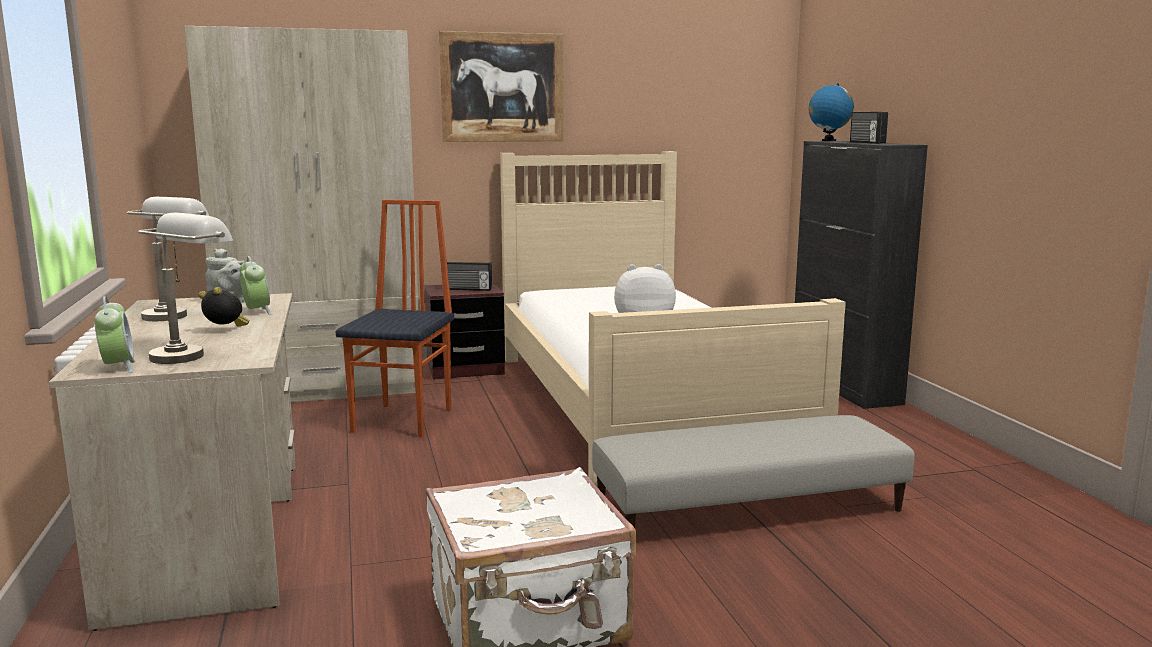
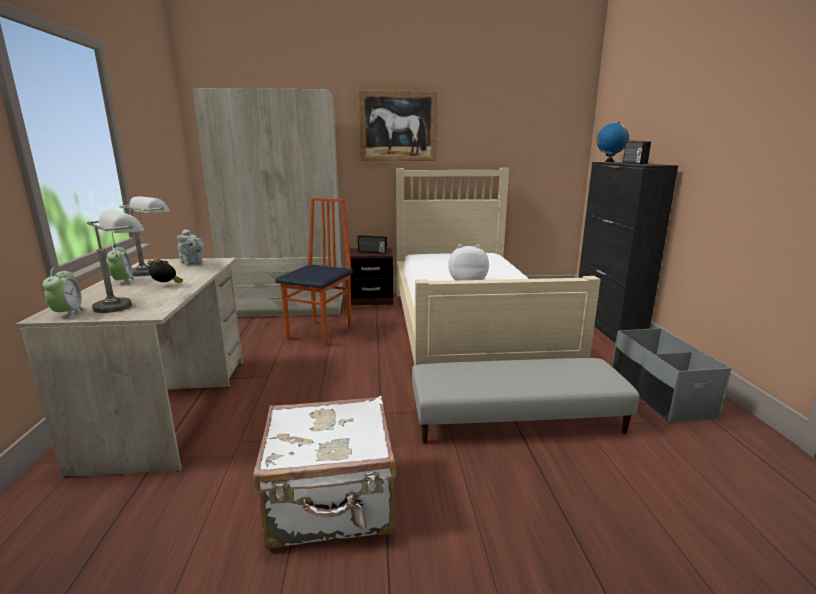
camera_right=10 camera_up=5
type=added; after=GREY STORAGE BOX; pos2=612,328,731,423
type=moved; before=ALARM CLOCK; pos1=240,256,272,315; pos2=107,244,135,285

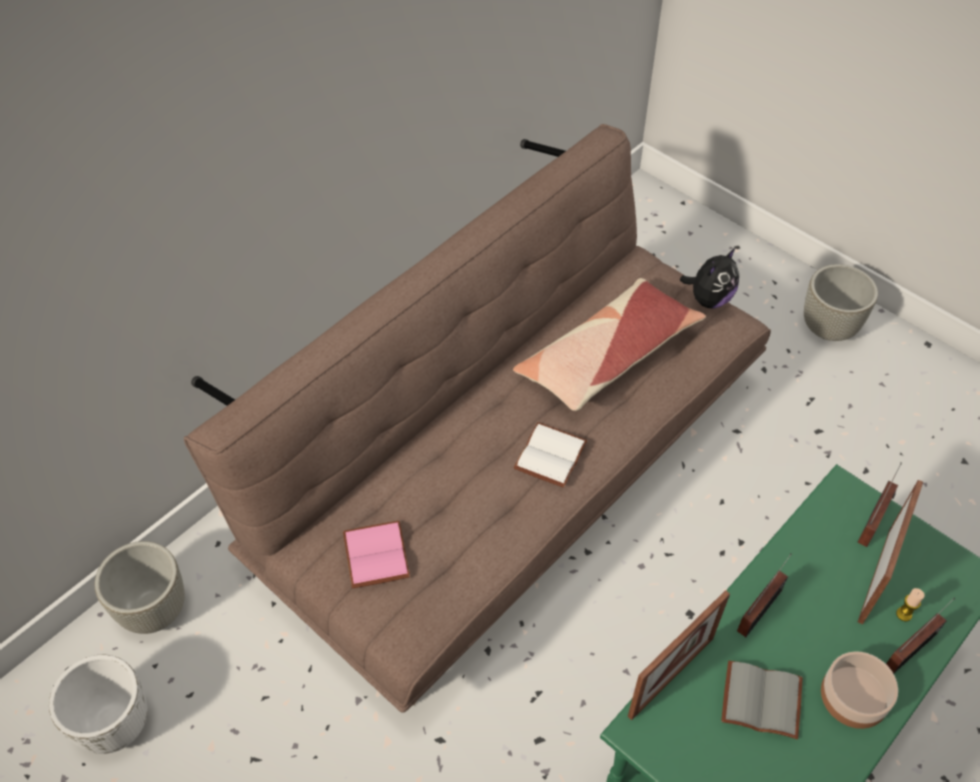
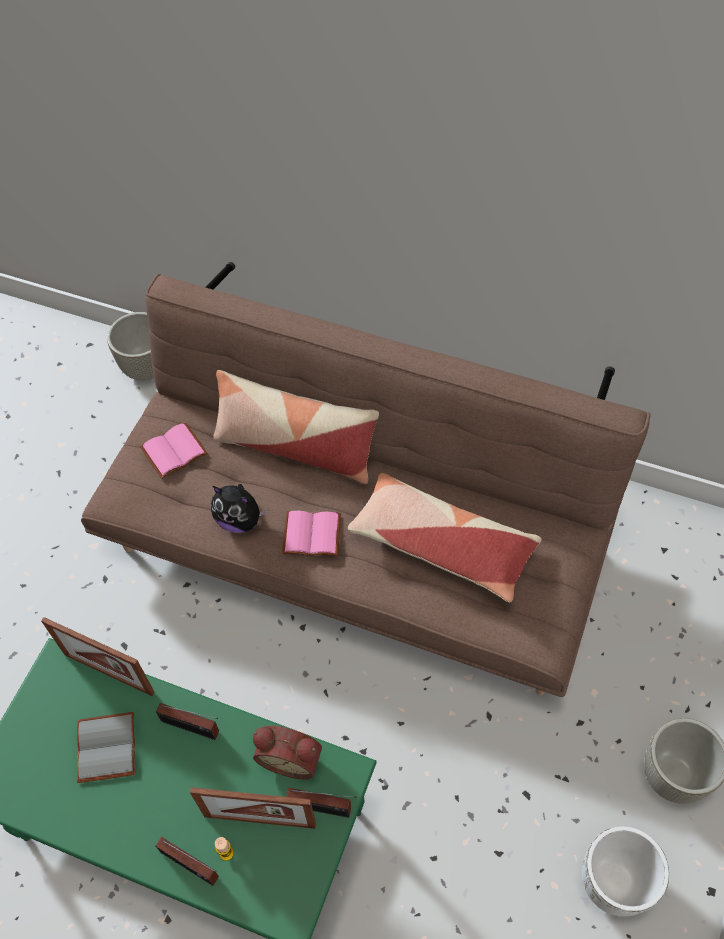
camera_right=70 camera_up=5
type=removed; before=BOWL; pos1=821,651,898,729
type=added; after=PILLOW; pos2=214,370,379,484
type=added; after=ALARM CLOCK; pos2=253,725,322,779
type=moved; before=WHITE PLANTER; pos1=49,655,147,754; pos2=582,826,669,917
type=moved; before=PLUSH TOY; pos1=680,248,739,309; pos2=211,484,268,533
type=recoloured; before=WHITE BOOK; after=PINK BOOK; pos1=514,422,587,488; pos2=282,511,341,556

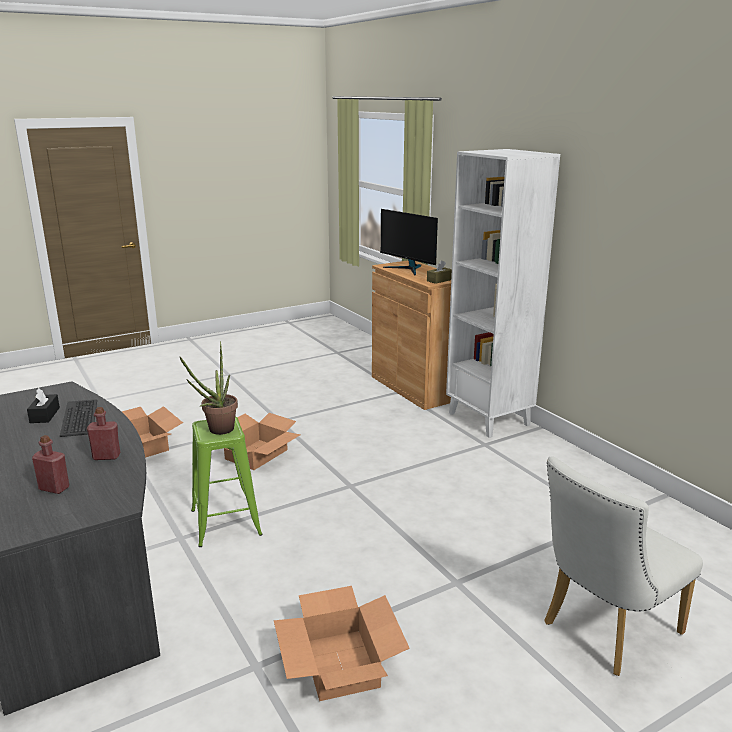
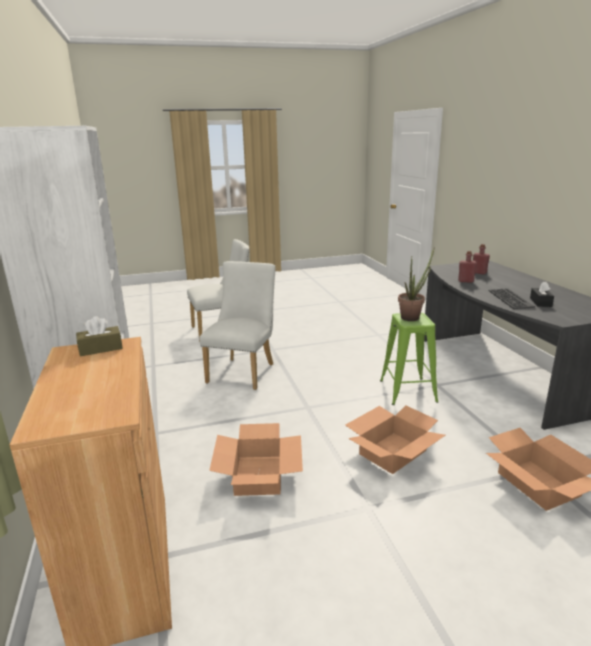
camera_right=-165 camera_up=0
type=removed; before=MONITOR; pos1=380,209,438,276
type=added; after=WHITE CHAIR; pos2=199,261,276,390
type=moved; before=CARDBOARD BOX; pos1=274,586,410,701; pos2=209,423,303,496

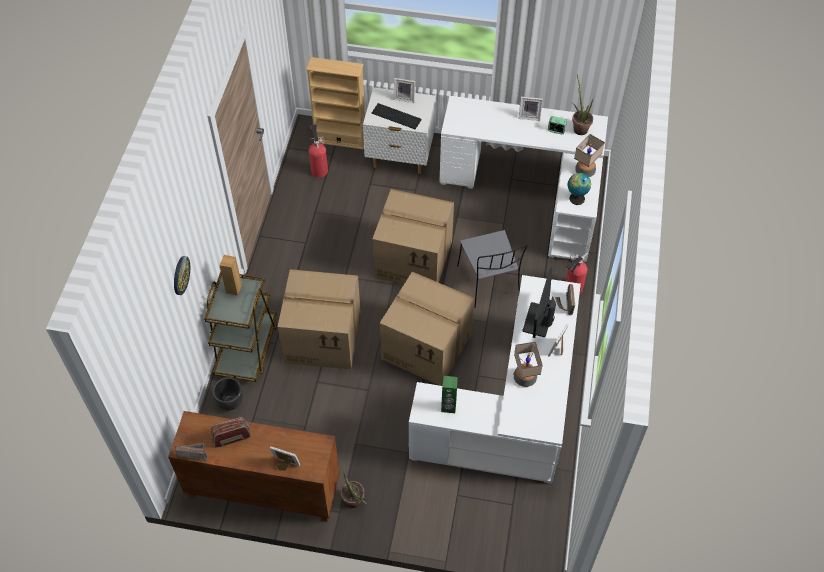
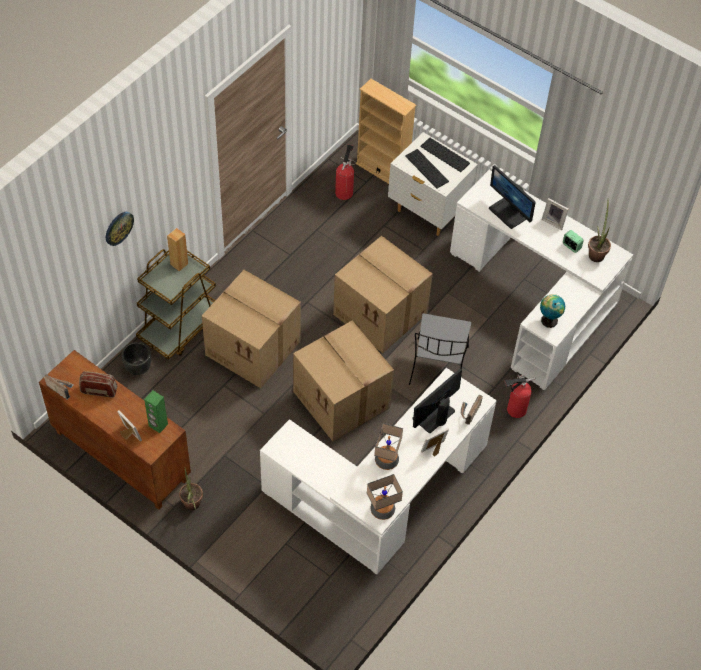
camera_right=25 camera_up=0
type=added; after=MONITOR; pos2=489,165,536,229
type=moved; before=GREEN SPEAKER; pos1=441,376,458,413; pos2=144,390,168,433
type=moved; before=TABLE LAMP; pos1=574,134,605,177; pos2=367,474,403,520
type=replaced; before=PICTURE FRAME; after=KEYBOARD; pos1=394,78,415,103; pos2=420,137,470,172

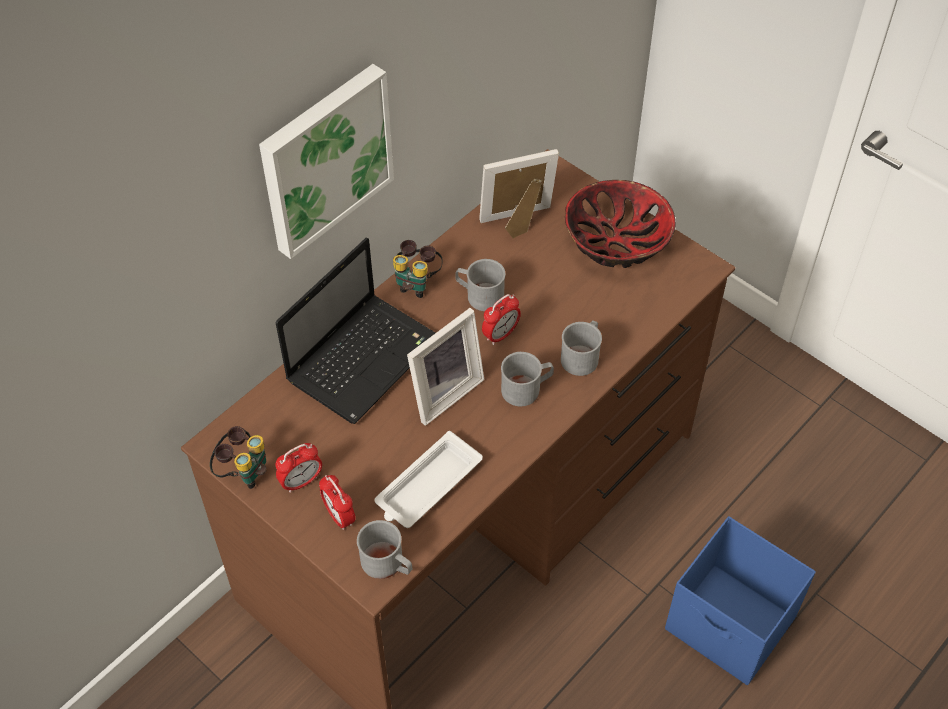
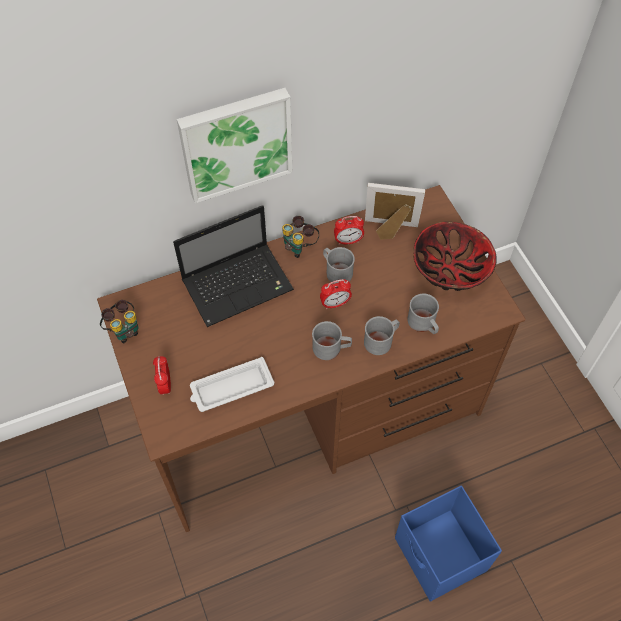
camera_right=25 camera_up=5
type=removed; before=PICTURE FRAME; pos1=407,308,484,426
type=moved; before=ALARM CLOCK; pos1=275,443,322,493; pos2=334,216,364,245
type=moved; before=GREY MUG; pos1=357,520,412,579; pos2=408,294,439,334

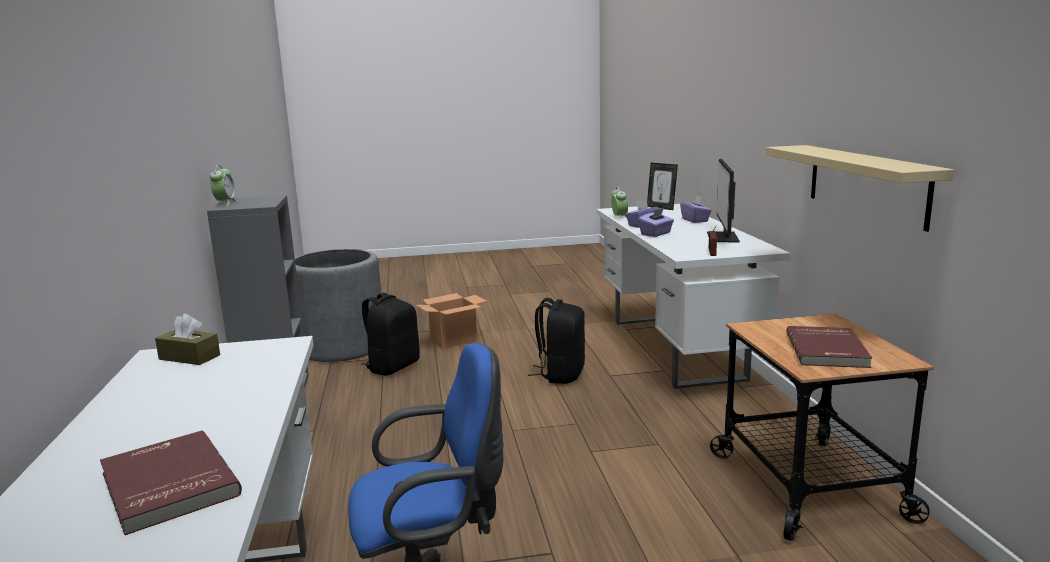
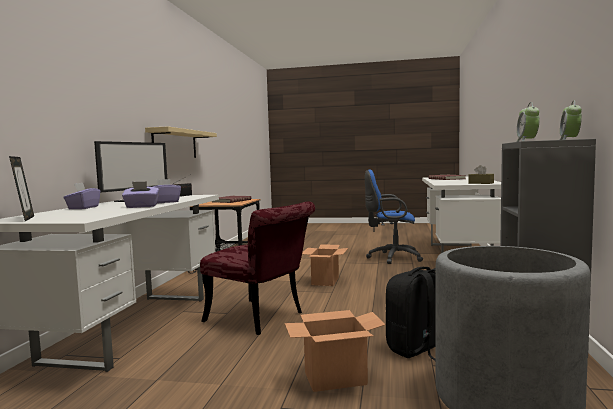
camera_right=-160 camera_up=-10
type=added; after=CARDBOARD BOX; pos2=302,244,348,286
type=moved; before=ALARM CLOCK; pos1=611,186,628,219; pos2=516,102,540,142
type=replaced; before=BLACK BACKPACK; after=RED CHAIR; pos1=528,298,585,384; pos2=200,201,315,335

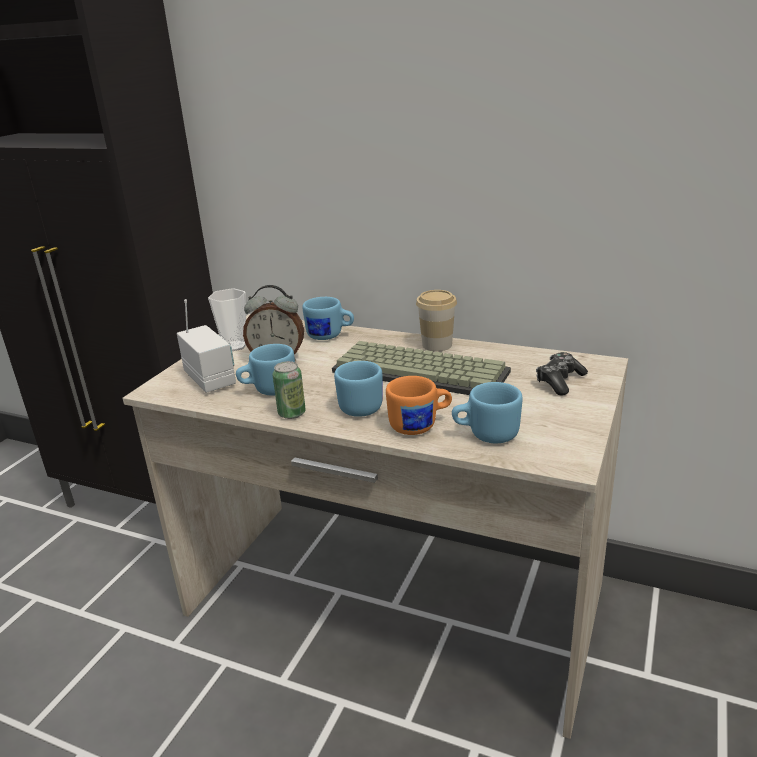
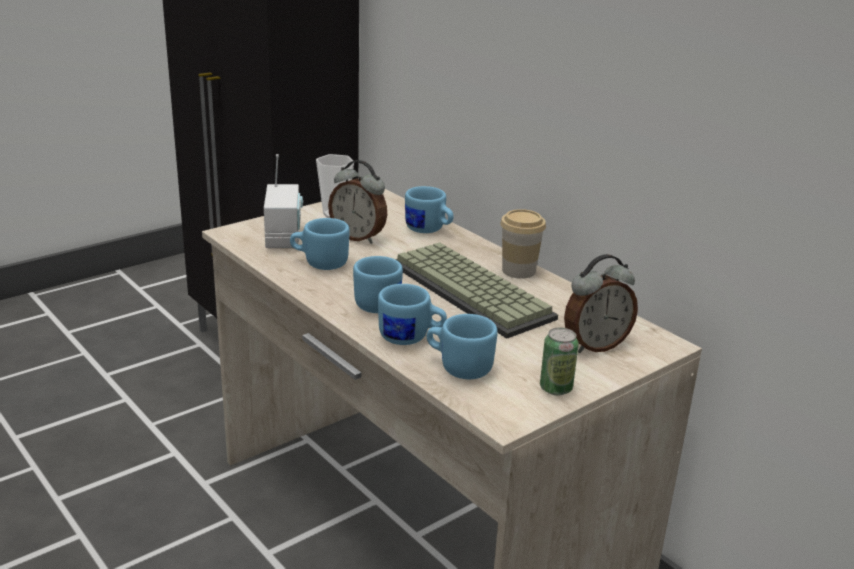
camera_right=25 camera_up=0
type=moved; before=CAN; pos1=273,361,306,419; pos2=540,327,579,395
type=replaced; before=GAME CONTROLLER; after=ALARM CLOCK; pos1=536,352,588,395; pos2=564,254,638,353
type=recoloured; before=ORANGE MUG; after=BLUE MUG; pos1=386,376,452,435; pos2=378,284,447,345

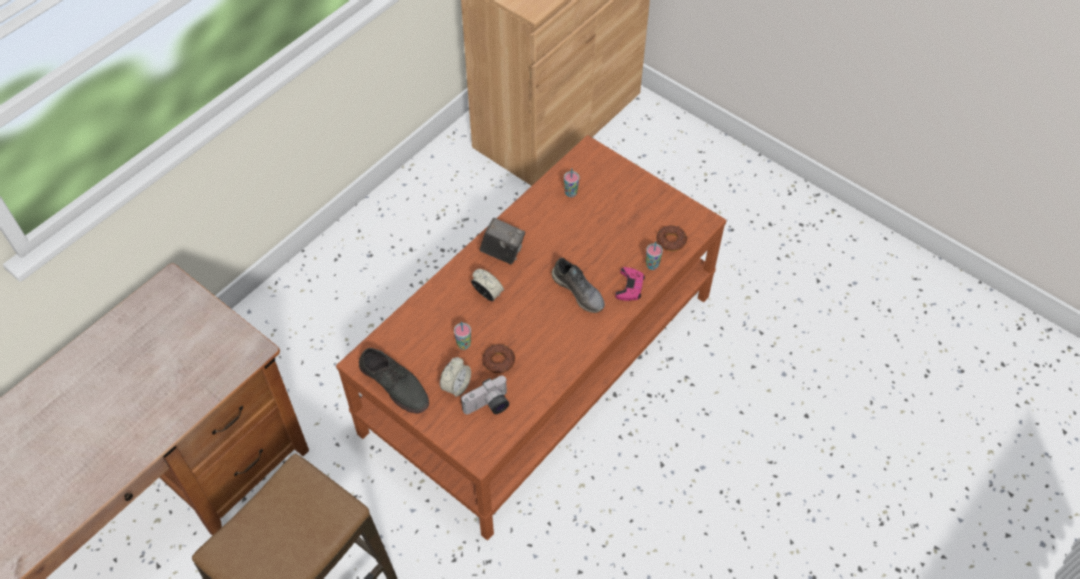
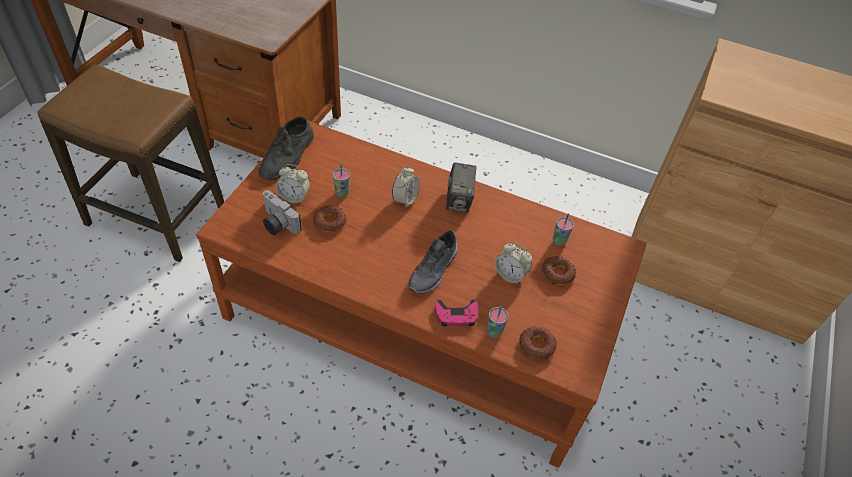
camera_right=70 camera_up=-5
type=added; after=ALARM CLOCK; pos2=495,242,532,285
type=added; after=DONUT; pos2=542,256,576,285

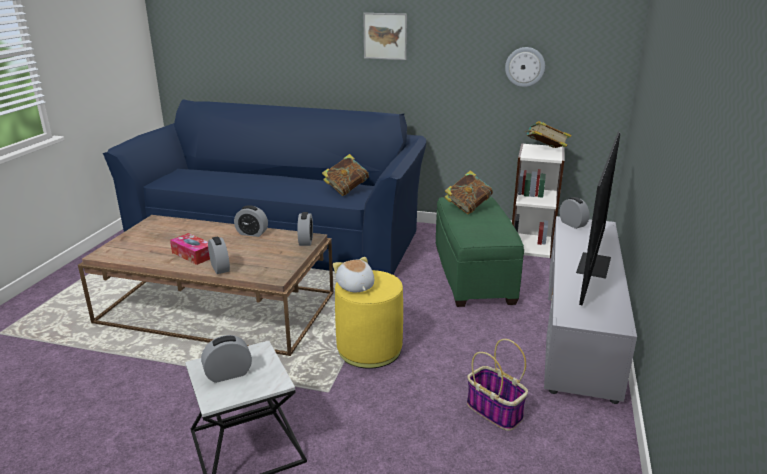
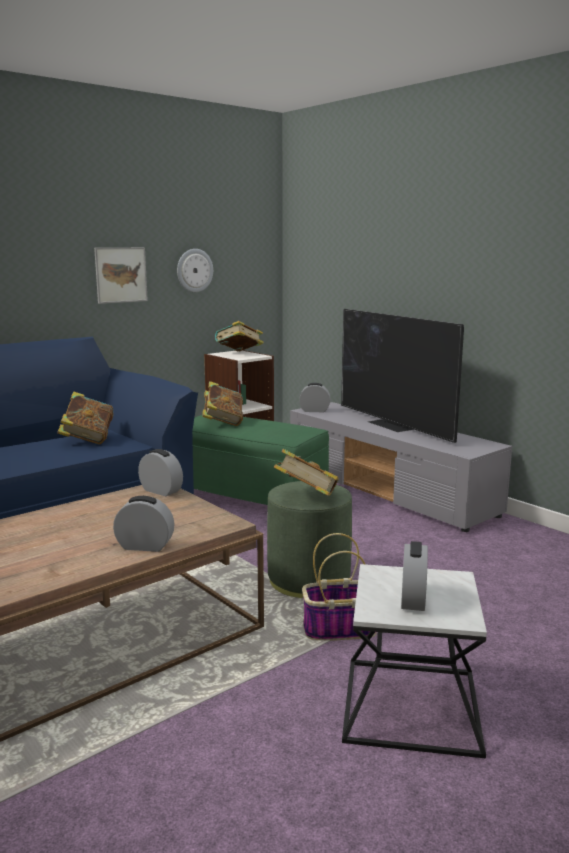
camera_right=-55 camera_up=-10
type=removed; before=TISSUE BOX; pos1=170,233,210,265
type=removed; before=ALARM CLOCK; pos1=234,205,268,237
type=moved; before=PICTURE; pos1=363,13,407,60; pos2=94,247,148,304
type=moved; before=BASKET; pos1=467,339,528,431; pos2=302,533,376,641
type=replaced; before=PLUSH TOY; after=BOOK; pos1=333,257,374,292; pos2=274,449,339,496
type=recoloured; before=YELLOW OTTOMAN; after=GREEN OTTOMAN; pos1=335,270,403,369; pos2=267,481,352,598

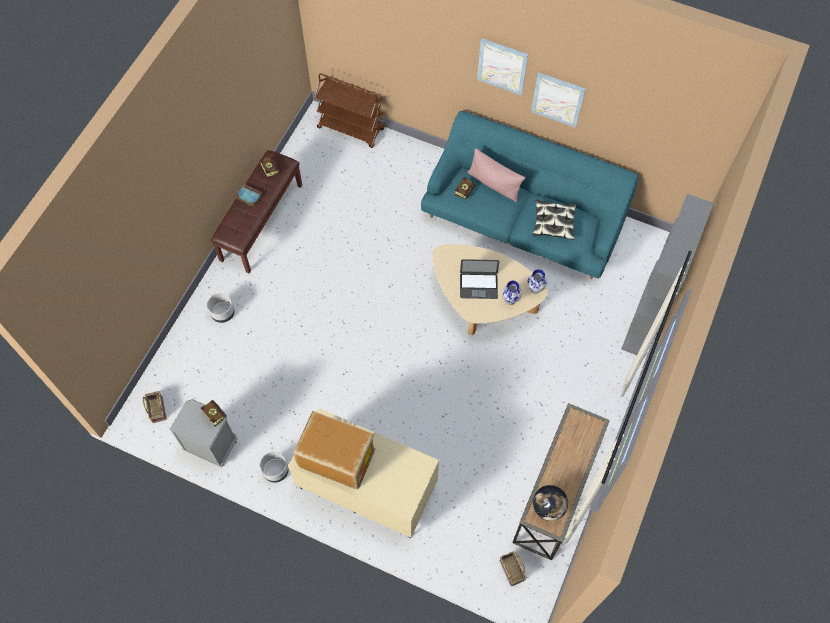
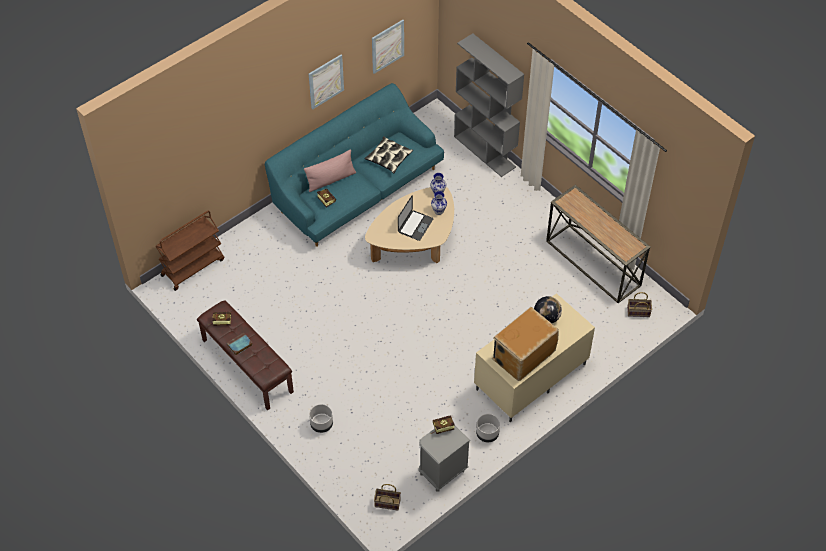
camera_right=-65 camera_up=-10
type=moved; before=PICTURE; pos1=477,38,529,95; pos2=372,20,404,74
type=moved; before=GLOBE; pos1=533,485,568,521; pos2=534,296,562,323

